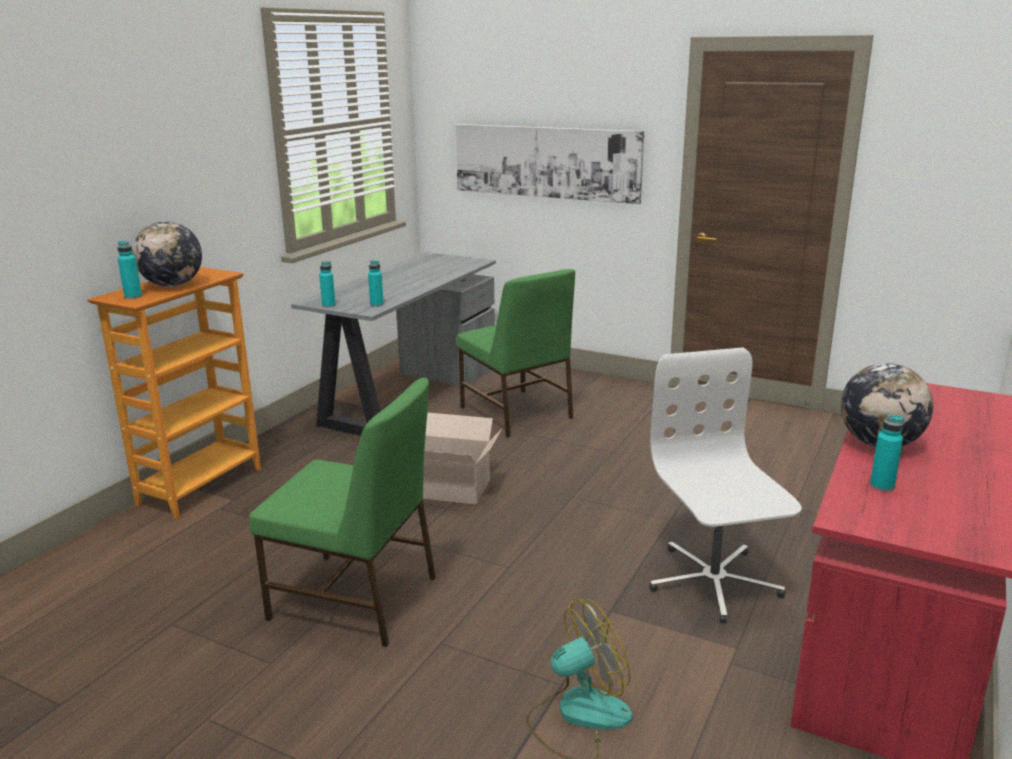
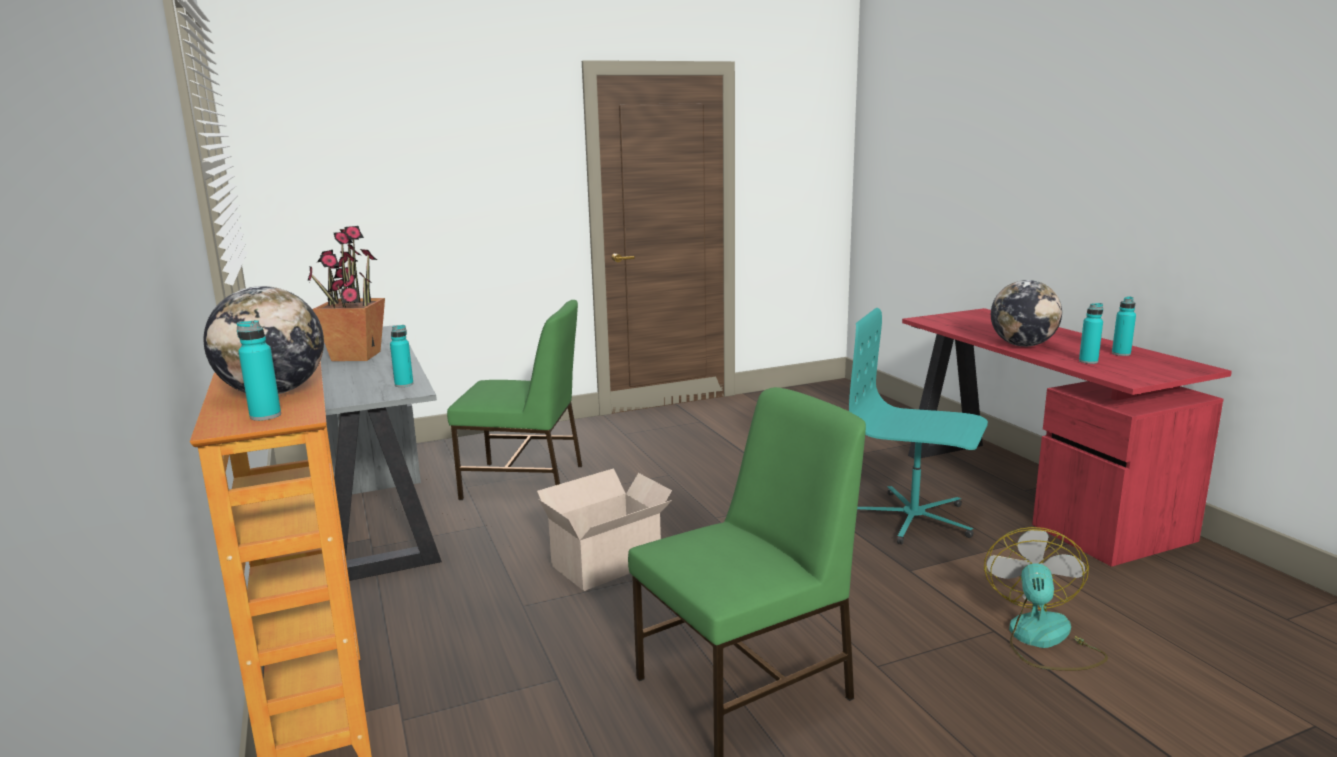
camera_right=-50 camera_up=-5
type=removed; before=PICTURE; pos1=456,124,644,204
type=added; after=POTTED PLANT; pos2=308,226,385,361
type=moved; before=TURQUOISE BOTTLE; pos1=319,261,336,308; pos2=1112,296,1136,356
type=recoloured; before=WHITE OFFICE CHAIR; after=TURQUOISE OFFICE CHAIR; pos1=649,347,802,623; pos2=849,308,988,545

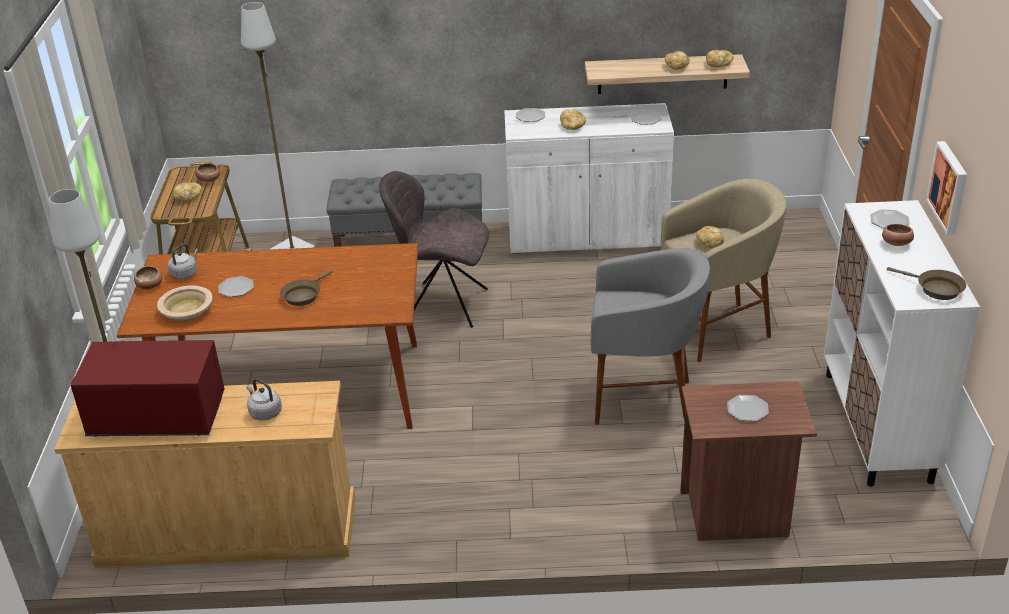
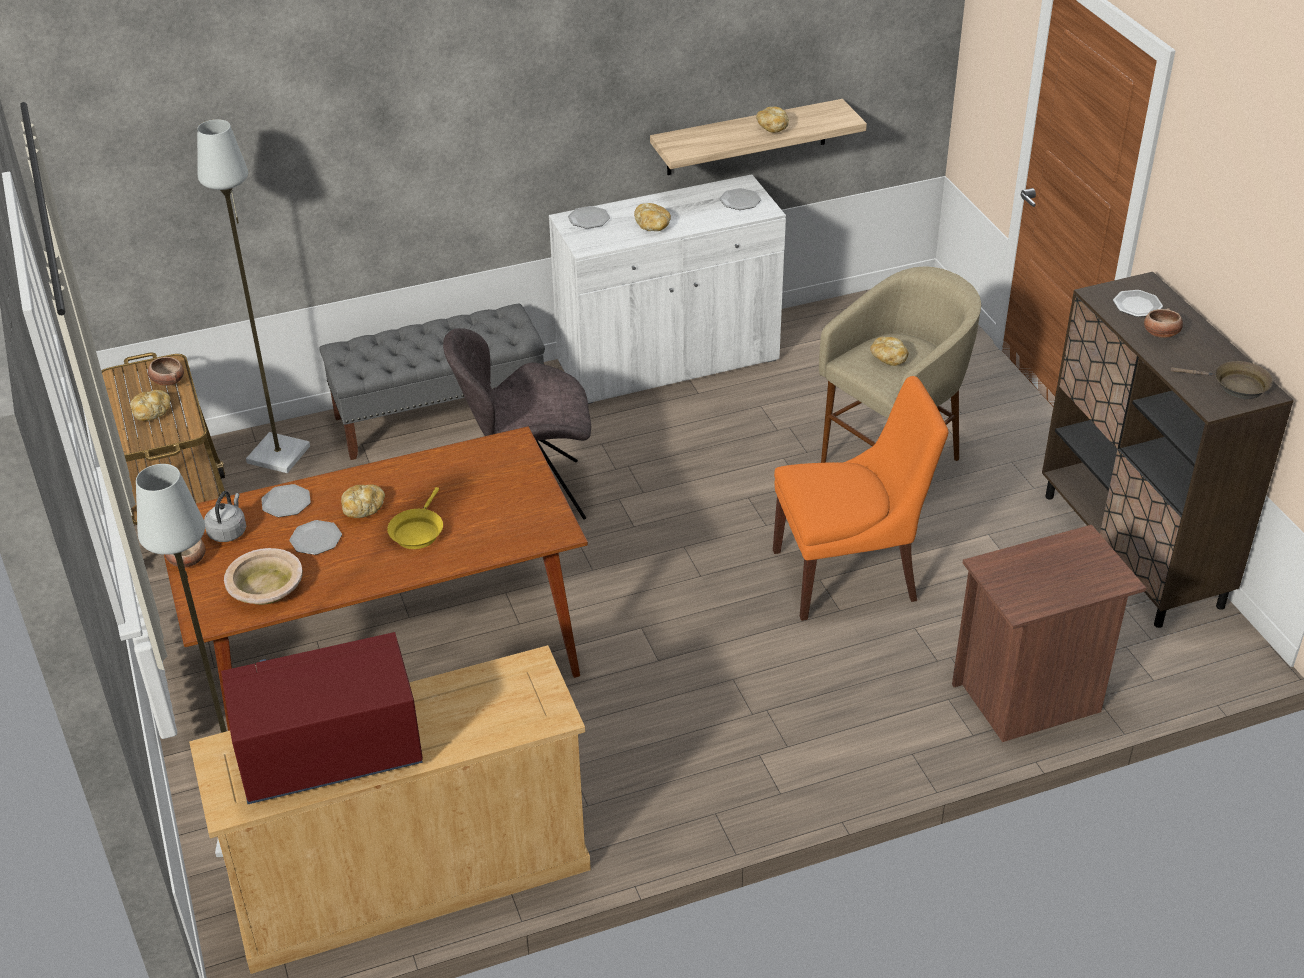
camera_right=-20 camera_up=5
type=removed; before=GREY KETTLE; pos1=246,378,282,421
type=removed; before=PICTURE; pos1=926,141,967,235
type=moved; before=BREAD; pos1=706,50,734,67; pos2=341,484,385,518
type=moved; before=PLATE; pos1=727,395,769,421; pos2=261,484,311,517
type=replaced; before=GREY STOOL; after=ORANGE CHAIR; pos1=591,248,710,425; pos2=773,376,949,621
type=recoloured; before=BROWN FRYING PAN; after=YELLOW FRYING PAN; pos1=280,270,333,306; pos2=387,487,443,549
type=recoloured; before=WHITE CABINET; after=BROWN CABINET; pos1=824,200,980,487; pos2=1042,272,1294,628

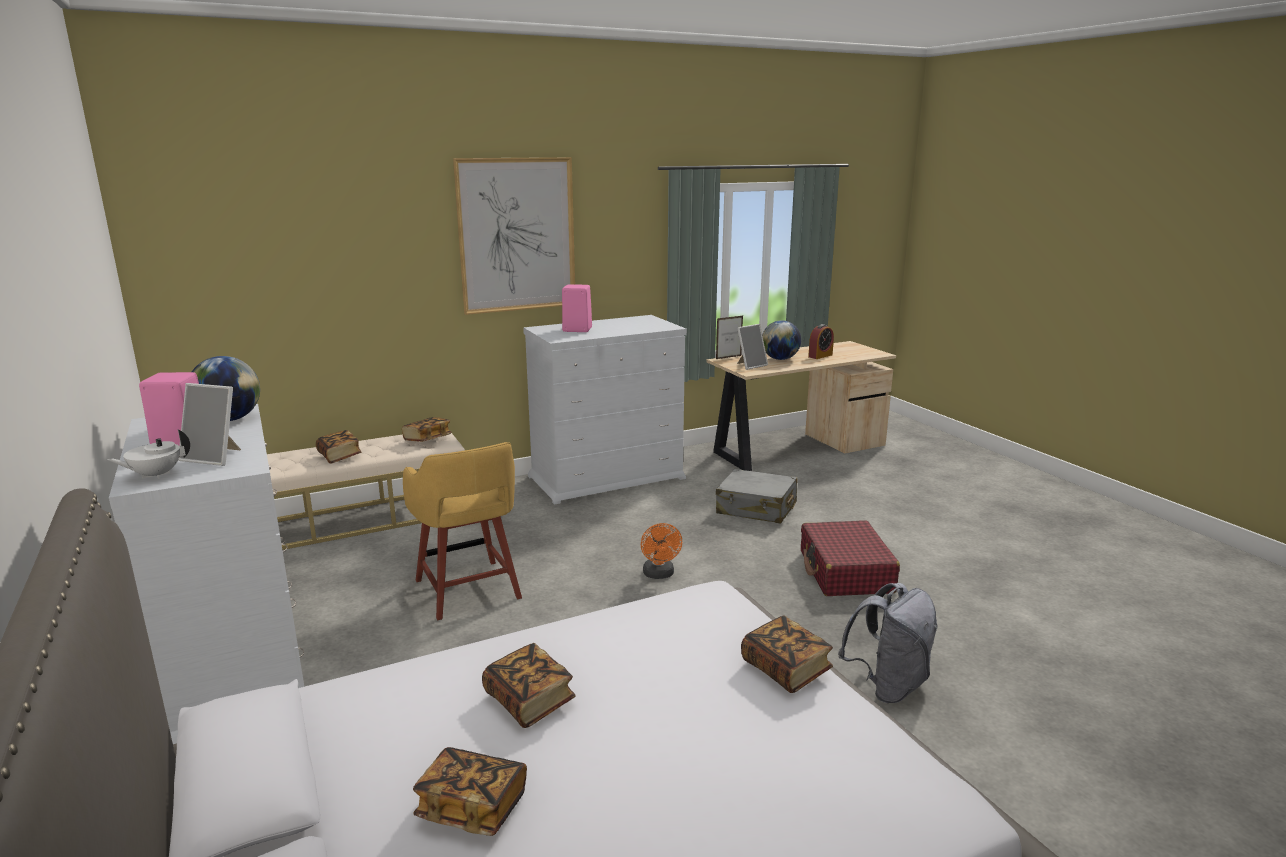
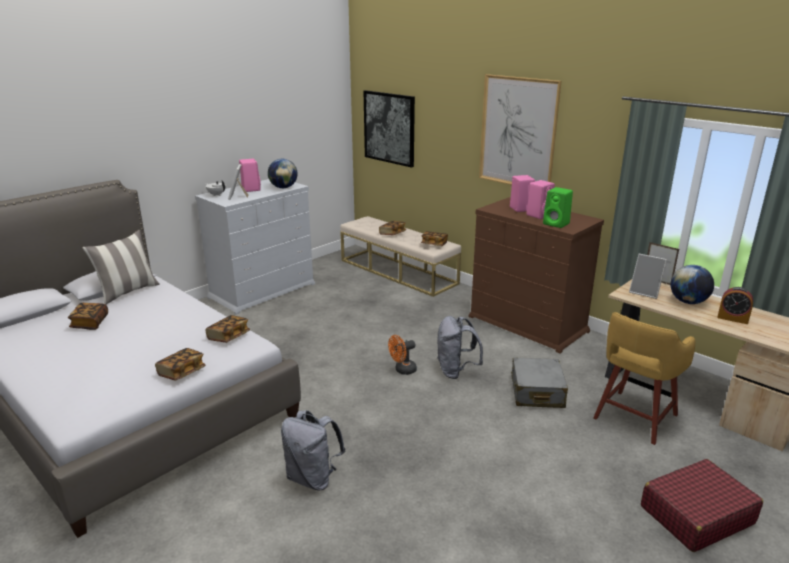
camera_right=70 camera_up=5
type=added; after=PILLOW; pos2=82,230,160,305
type=added; after=PICTURE; pos2=363,90,415,168
type=added; after=GREY BACKPACK; pos2=437,316,483,379
type=added; after=PINK SPEAKER; pos2=526,180,555,219
type=added; after=GREEN SPEAKER; pos2=543,187,573,228
type=moved; before=YELLOW STOOL; pos1=403,442,522,620; pos2=593,312,695,445
type=moved; before=BOOK; pos1=482,643,576,728; pos2=205,315,250,343
type=moved; before=RED SUITCASE; pos1=801,521,900,596; pos2=641,459,763,552
type=recoloured; before=WHITE DRESSER; after=BROWN DRESSER; pos1=523,315,687,505; pos2=468,197,604,353

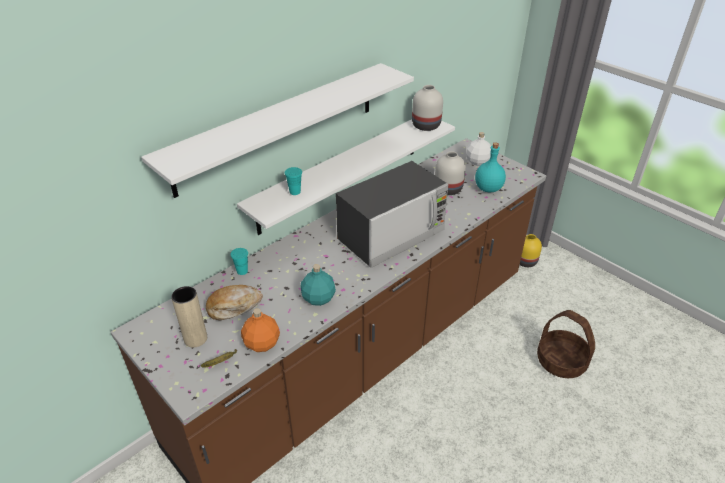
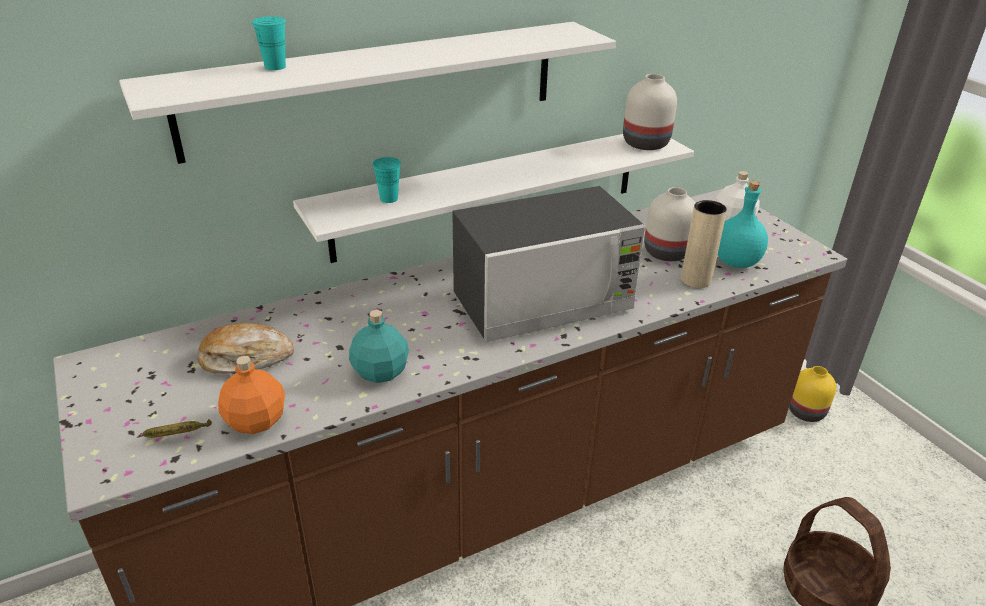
camera_right=15 camera_up=-5
type=moved; before=BEIGE VASE; pos1=171,286,207,347; pos2=681,200,727,288
type=moved; before=TURQUOISE CUP; pos1=231,248,248,275; pos2=252,16,286,70

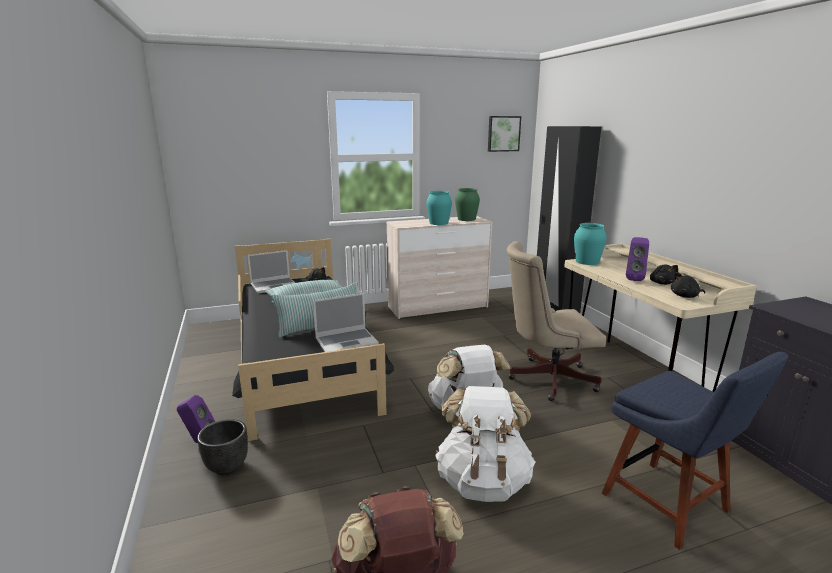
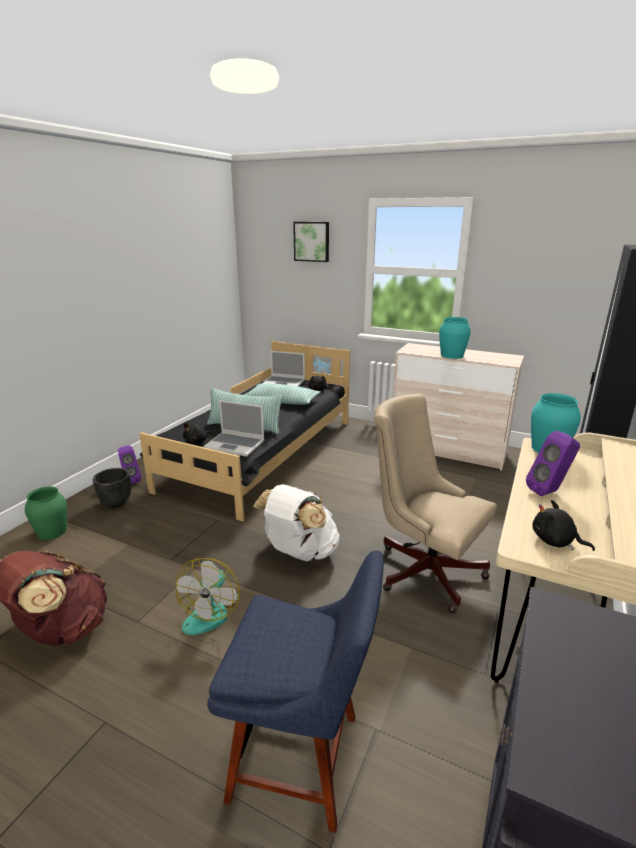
camera_right=45 camera_up=5
type=moved; before=GREEN VASE; pos1=455,188,480,221; pos2=25,486,67,540
type=moved; before=PICTURE; pos1=488,116,521,152; pos2=293,222,329,262
type=moved; before=BLACK PLUSH TOY; pos1=650,264,678,285; pos2=183,423,211,443
type=replaced; before=WHITE BACKPACK; after=FAN; pos1=435,386,535,502; pos2=176,558,240,635
type=turned; before=BLUE CHAIR; pos1=602,352,789,550; pos2=207,550,384,833; turn=-90

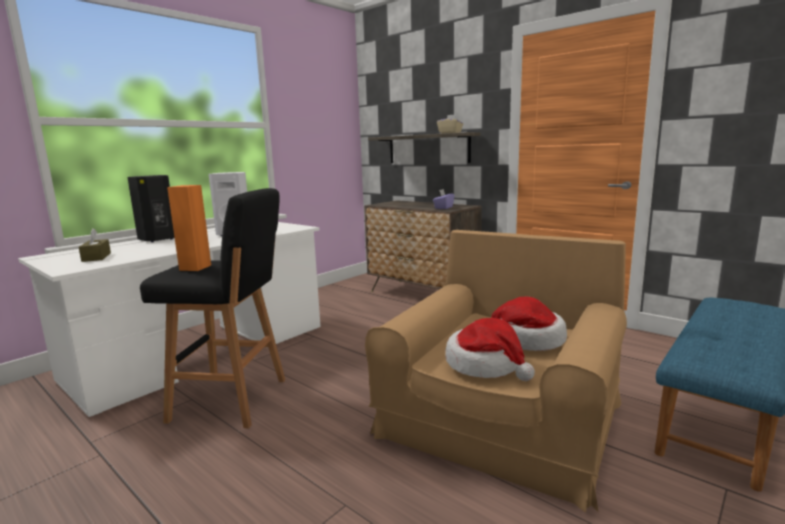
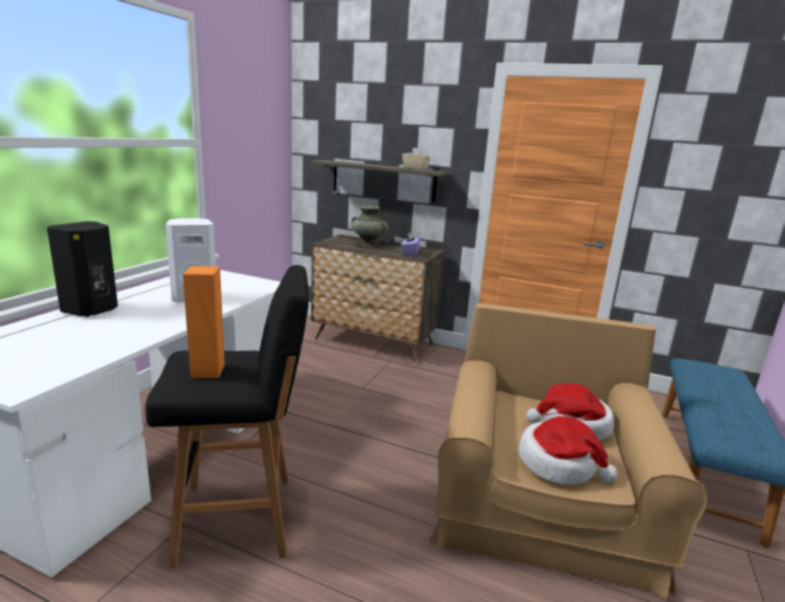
camera_right=-20 camera_up=5
type=removed; before=BROWN TISSUE BOX; pos1=79,228,111,262
type=added; after=TURQUOISE VASE; pos2=351,205,389,247

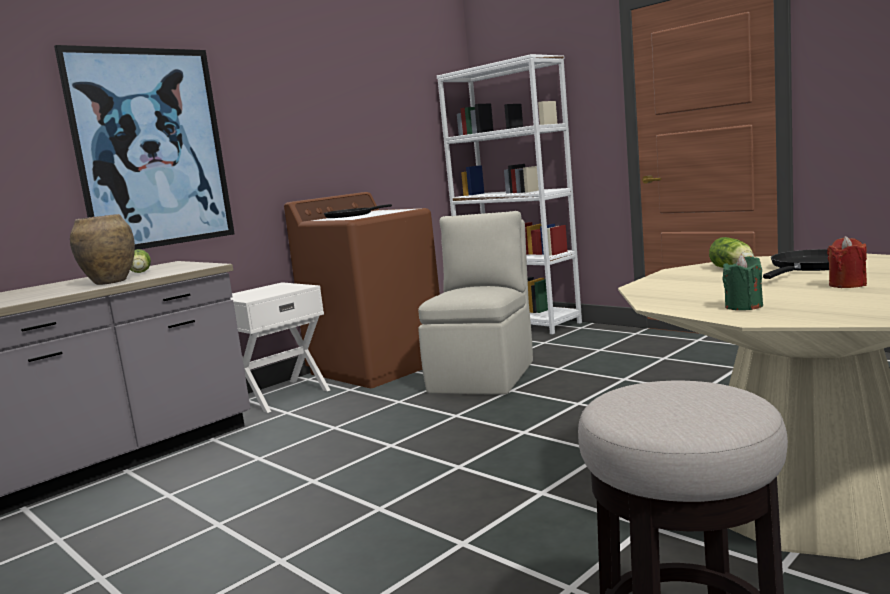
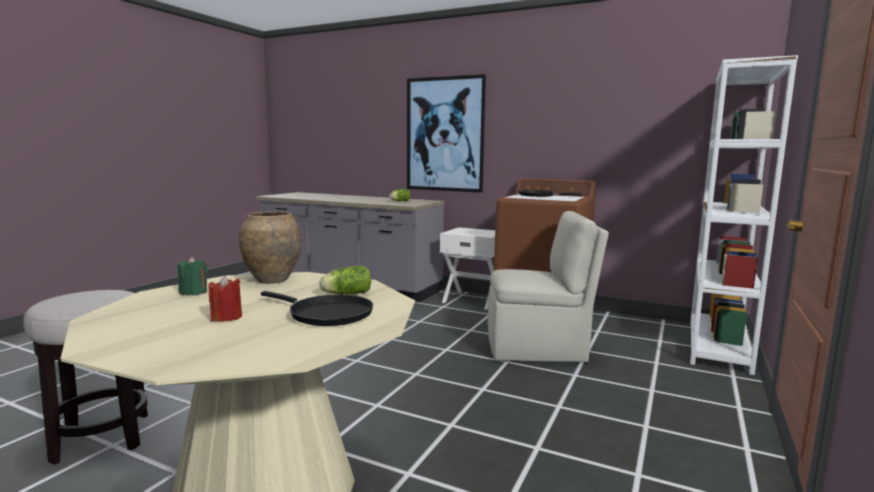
camera_right=70 camera_up=0
type=moved; before=BROWN VASE; pos1=70,214,135,285; pos2=239,211,302,284

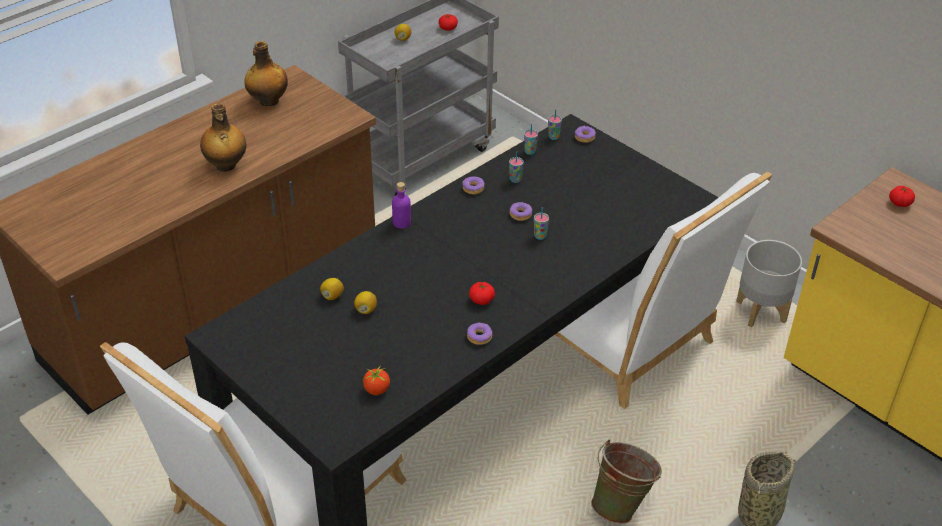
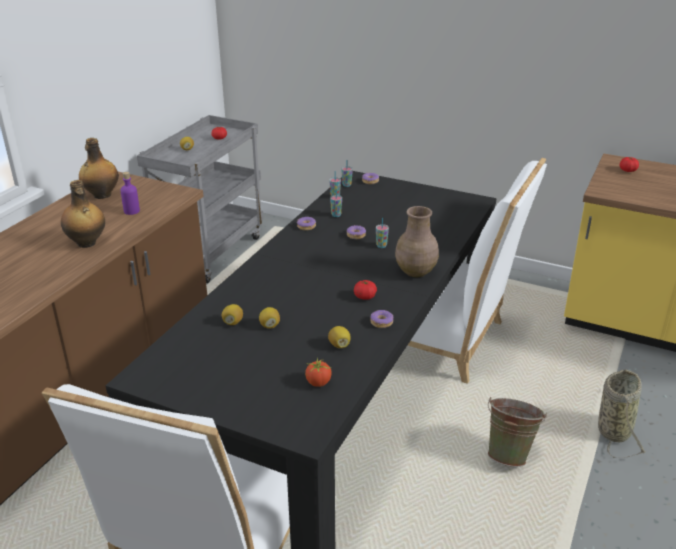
camera_right=-20 camera_up=-10
type=removed; before=GREY PLANTER; pos1=736,240,802,327
type=added; after=LEMON; pos2=328,326,351,348
type=added; after=BROWN VASE; pos2=395,206,439,277
type=moved; before=PURPLE BOTTLE; pos1=392,182,411,229; pos2=121,172,140,215

